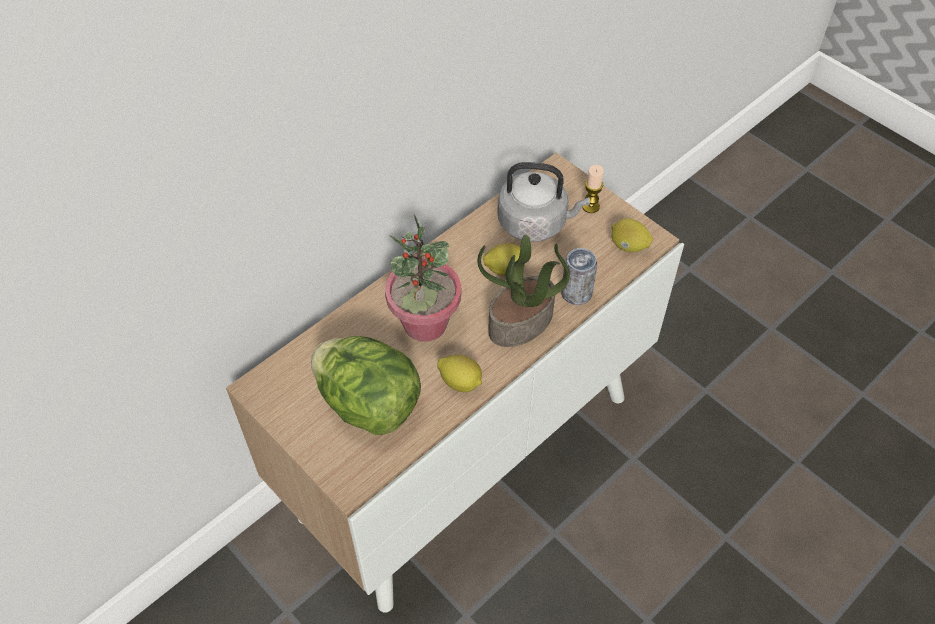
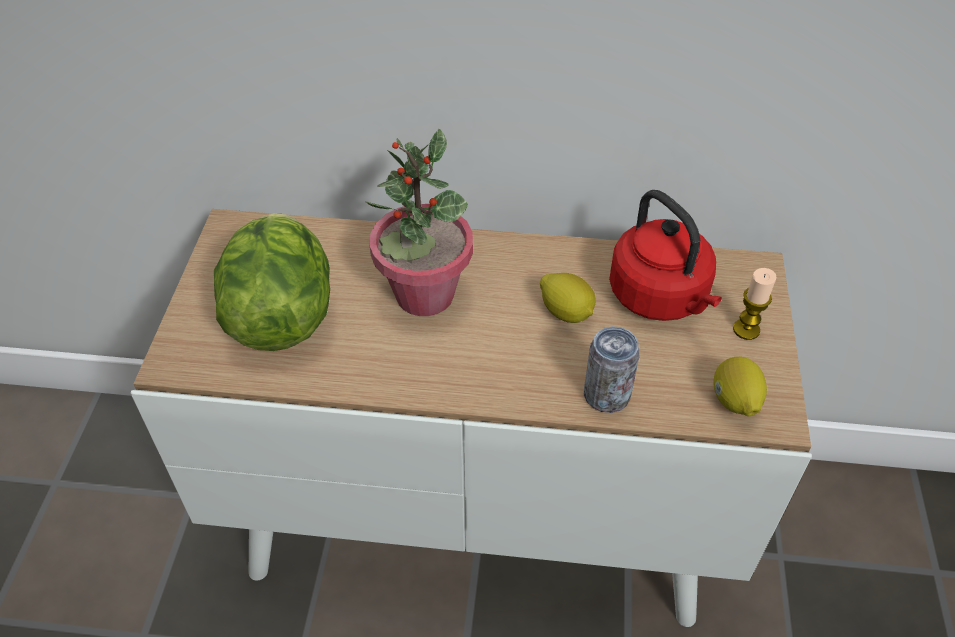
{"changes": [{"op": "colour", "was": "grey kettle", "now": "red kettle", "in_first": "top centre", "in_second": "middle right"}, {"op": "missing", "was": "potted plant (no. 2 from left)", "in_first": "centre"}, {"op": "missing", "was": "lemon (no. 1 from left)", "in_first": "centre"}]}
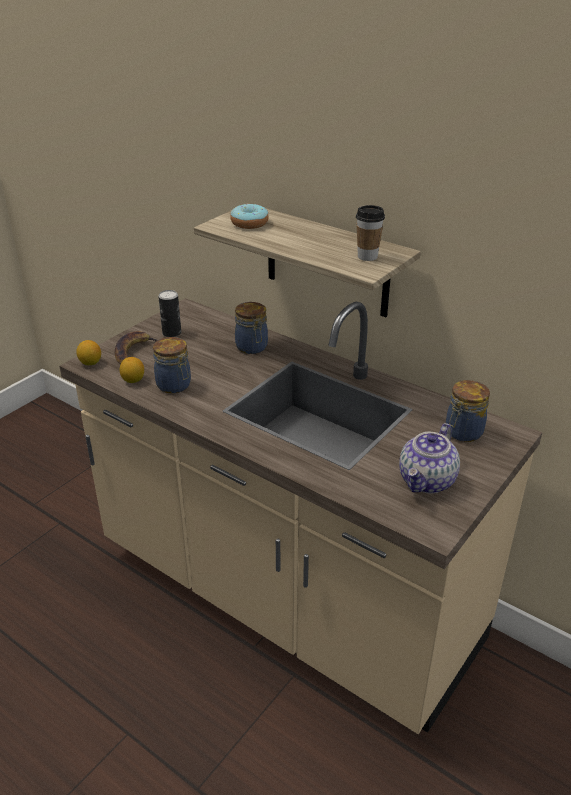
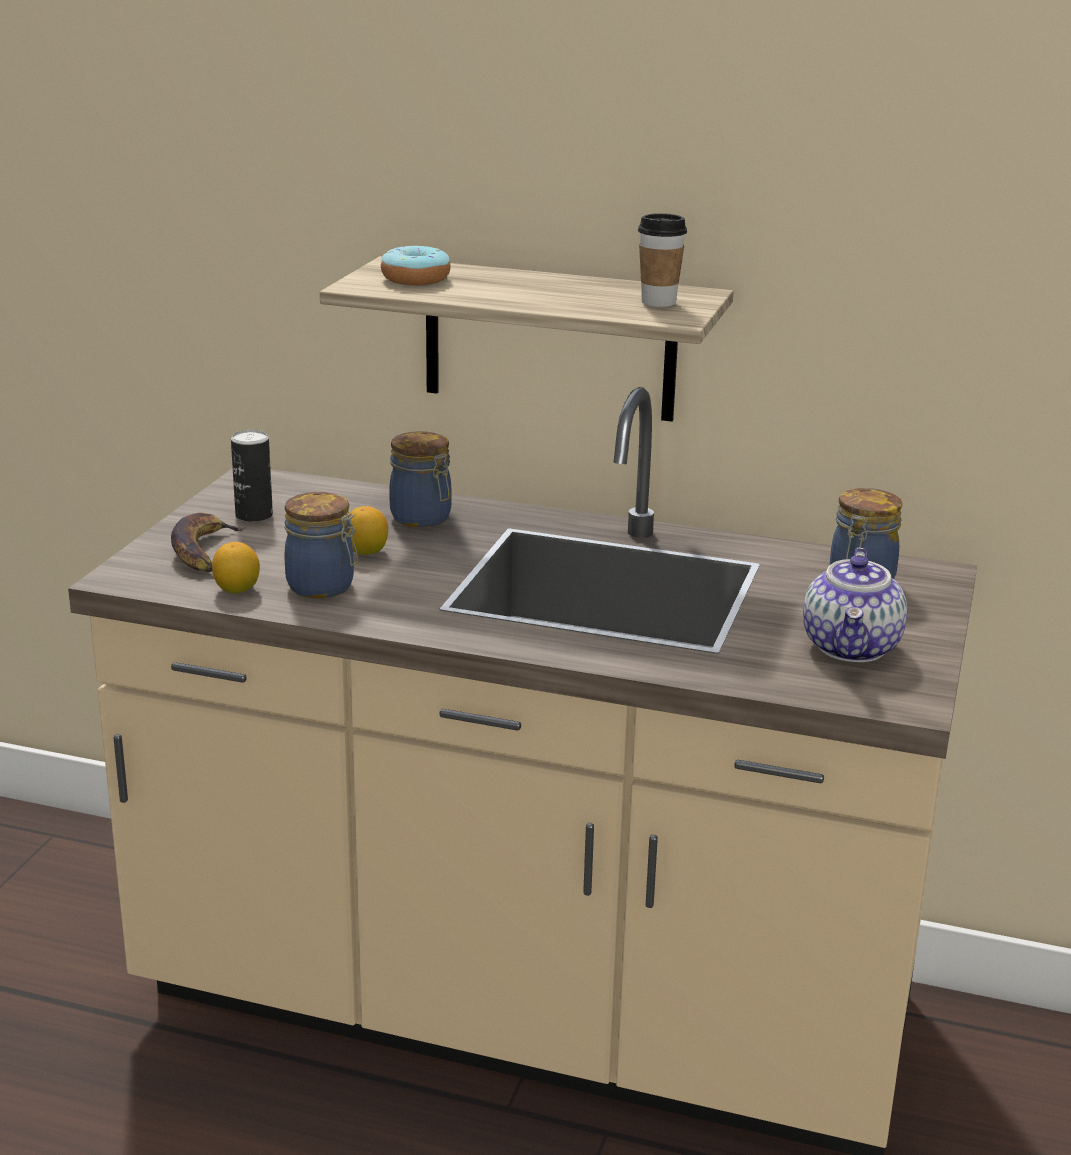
{"changes": [{"op": "relocated", "was": "lemon (no. 1 from left in the first image)", "now": "lemon (no. 2 from left)", "in_first": "middle left", "in_second": "centre"}]}
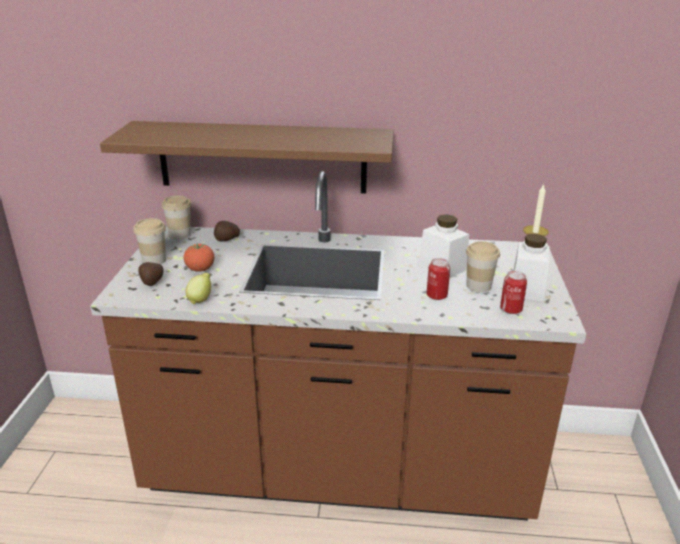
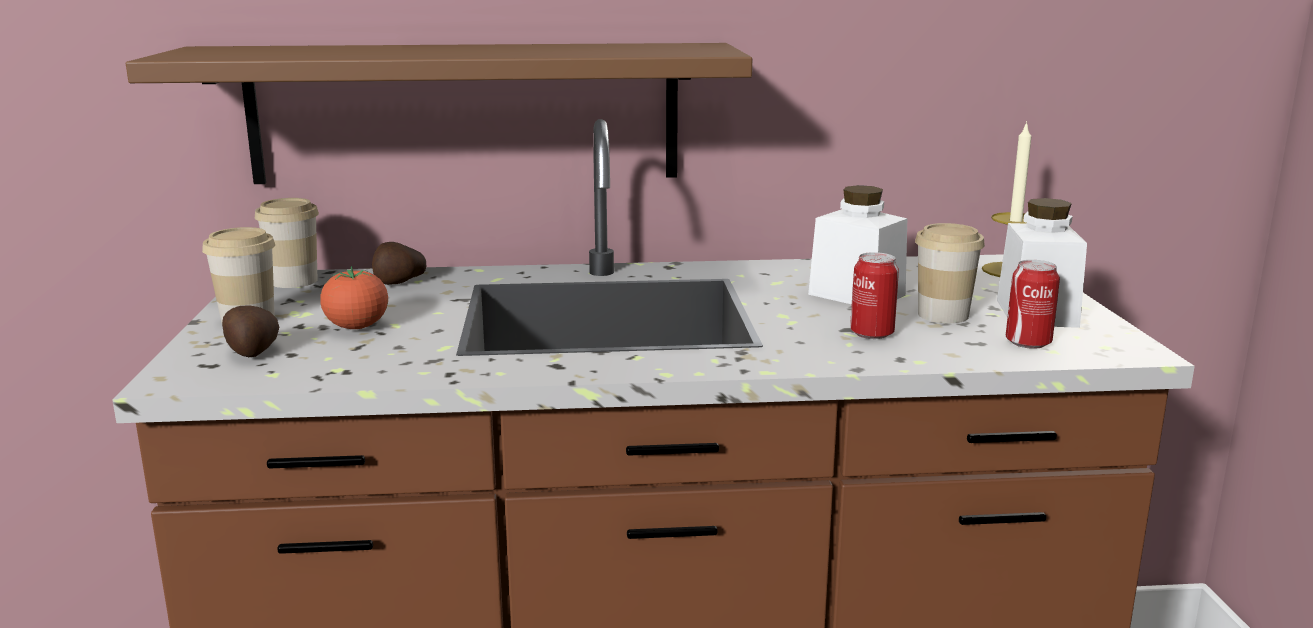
{"changes": [{"op": "missing", "was": "lemon", "in_first": "middle left"}]}
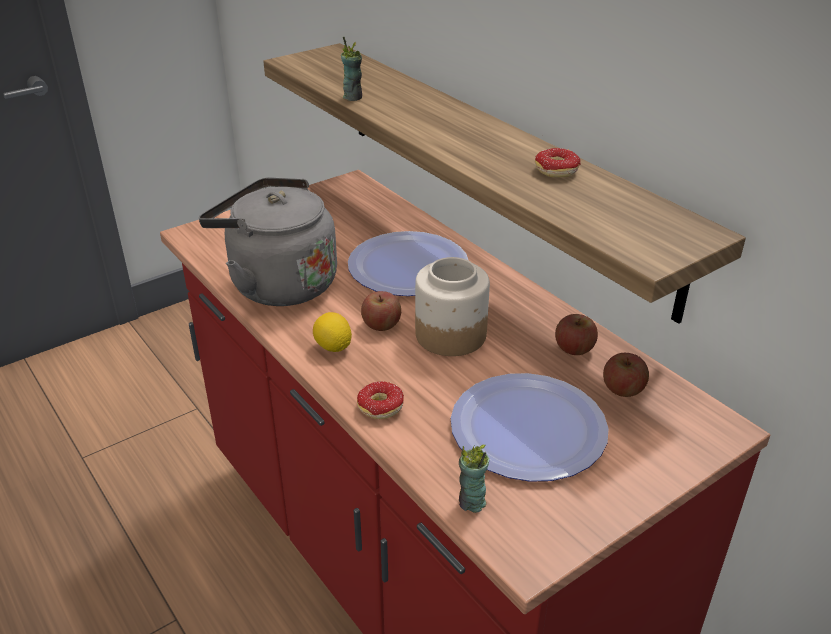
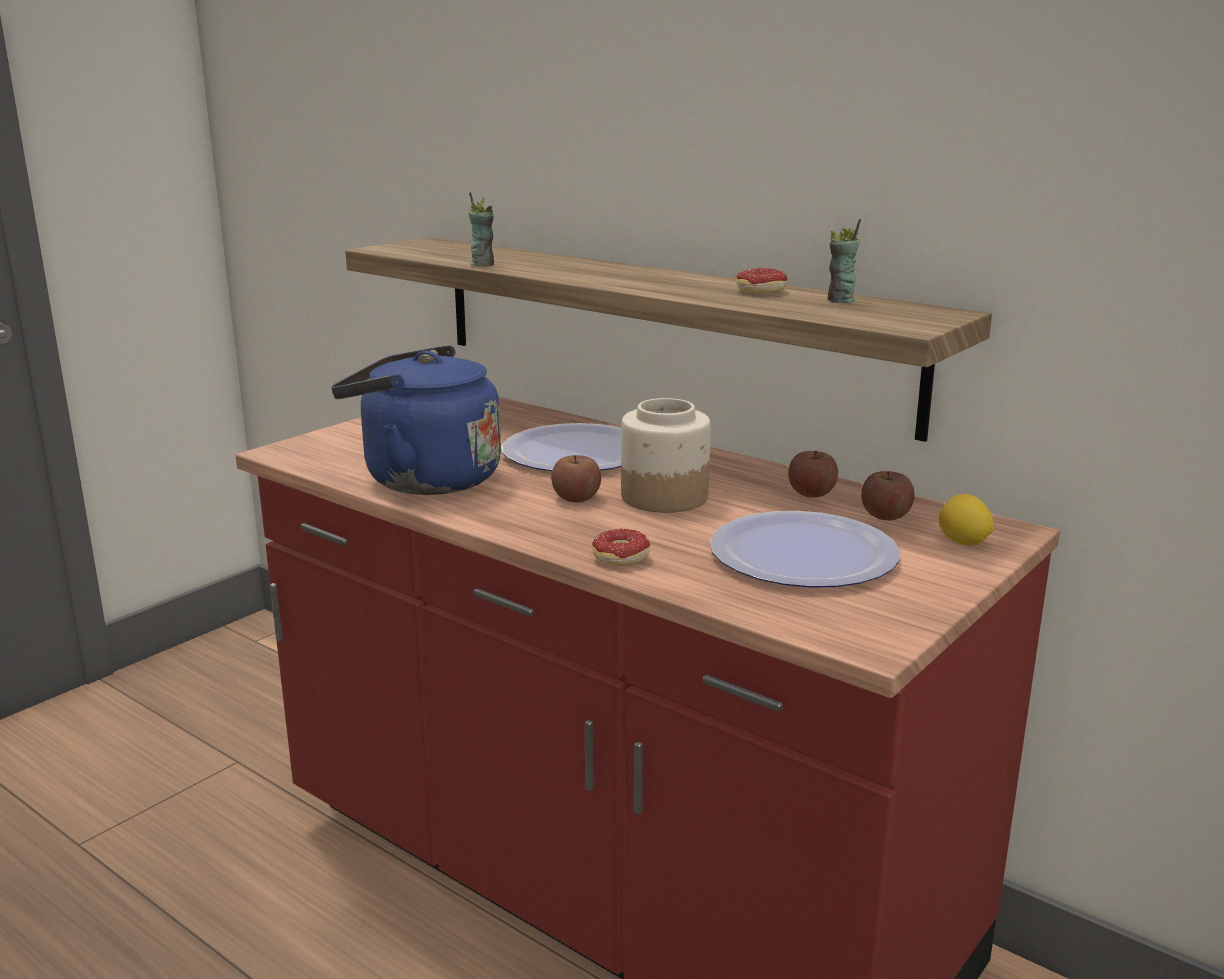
{"changes": [{"op": "colour", "was": "grey kettle", "now": "blue kettle", "in_first": "middle left", "in_second": "centre"}, {"op": "relocated", "was": "lemon", "in_first": "centre", "in_second": "middle right"}, {"op": "relocated", "was": "cup (no. 2 from left)", "in_first": "bottom centre", "in_second": "top right"}]}
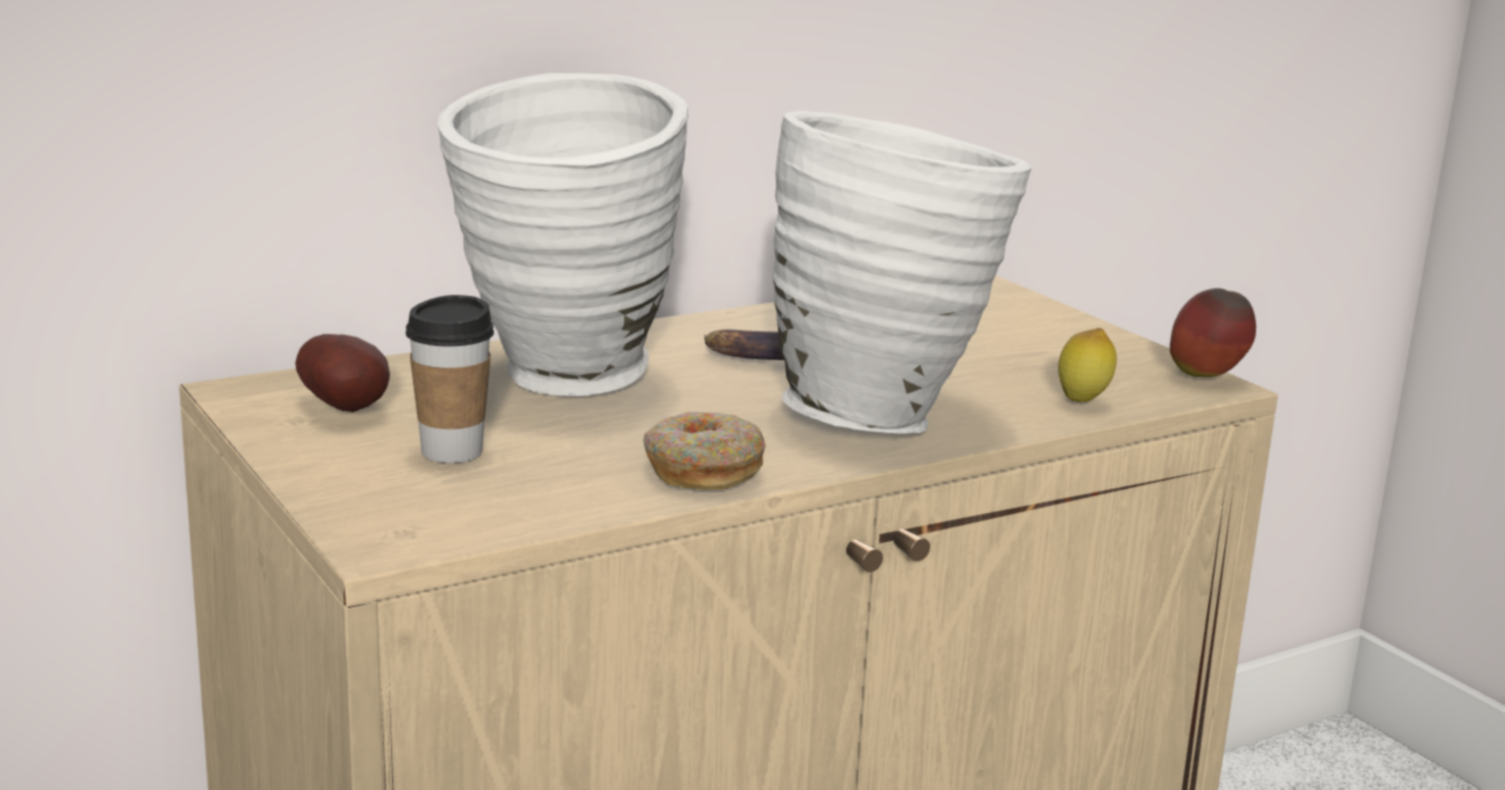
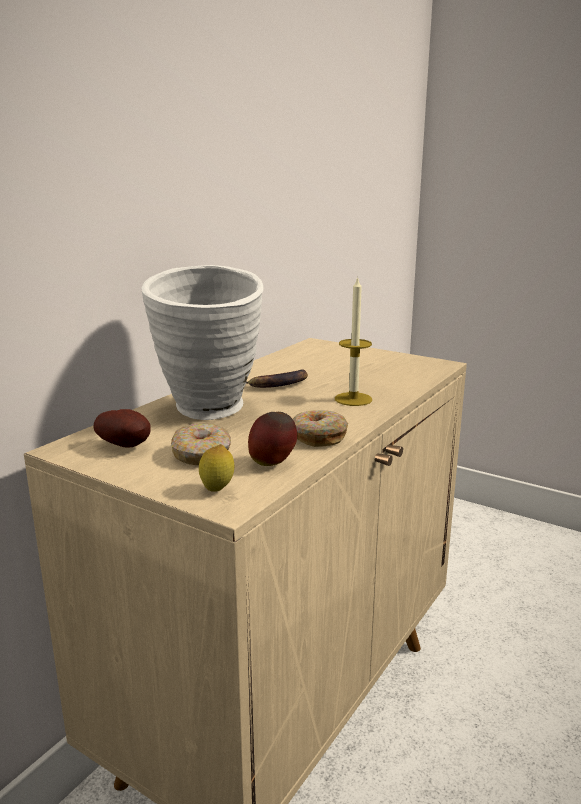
{"changes": [{"op": "exchanged", "was": "white vase (no. 2 from left)", "now": "candle", "in_first": "centre", "in_second": "centre"}, {"op": "relocated", "was": "apple", "in_first": "middle right", "in_second": "centre"}, {"op": "exchanged", "was": "cup", "now": "donut (no. 1 from left)", "in_first": "middle left", "in_second": "centre"}, {"op": "relocated", "was": "lemon", "in_first": "middle right", "in_second": "centre"}]}
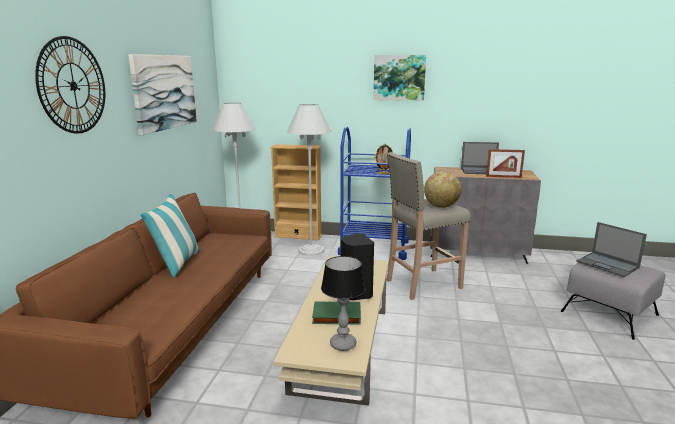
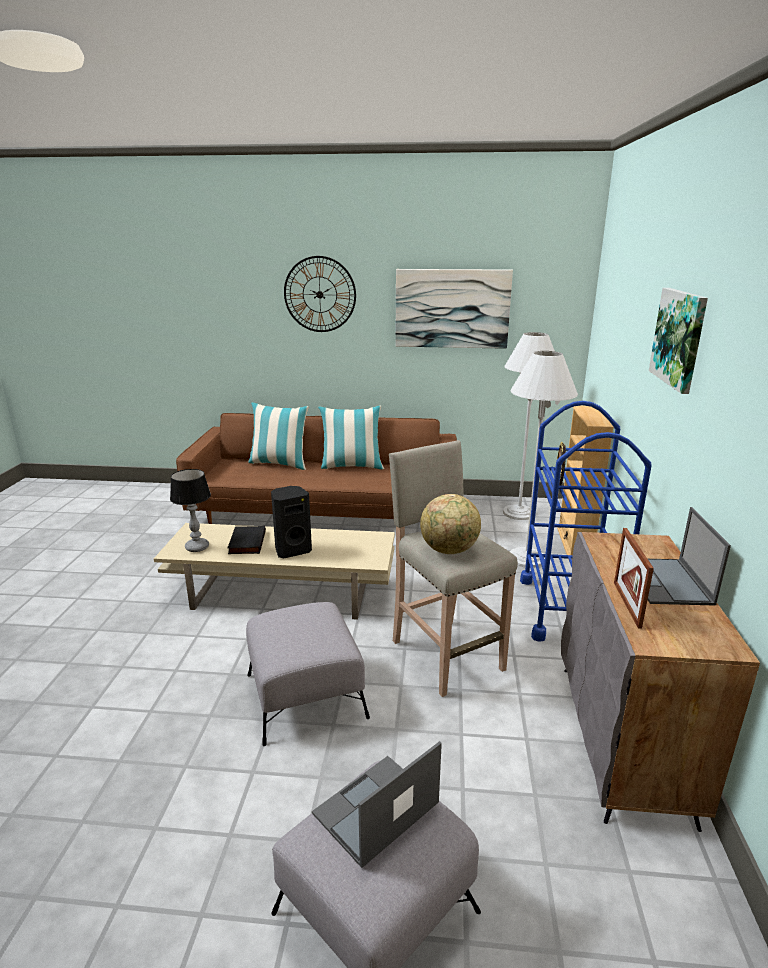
{"changes": [{"op": "colour", "was": "green book", "now": "black book", "in_first": "bottom centre", "in_second": "middle left"}, {"op": "appeared", "now": "pillow (no. 1 from left)", "in_second": "centre"}, {"op": "appeared", "now": "grey ottoman (no. 1 from left)", "in_second": "bottom centre"}]}
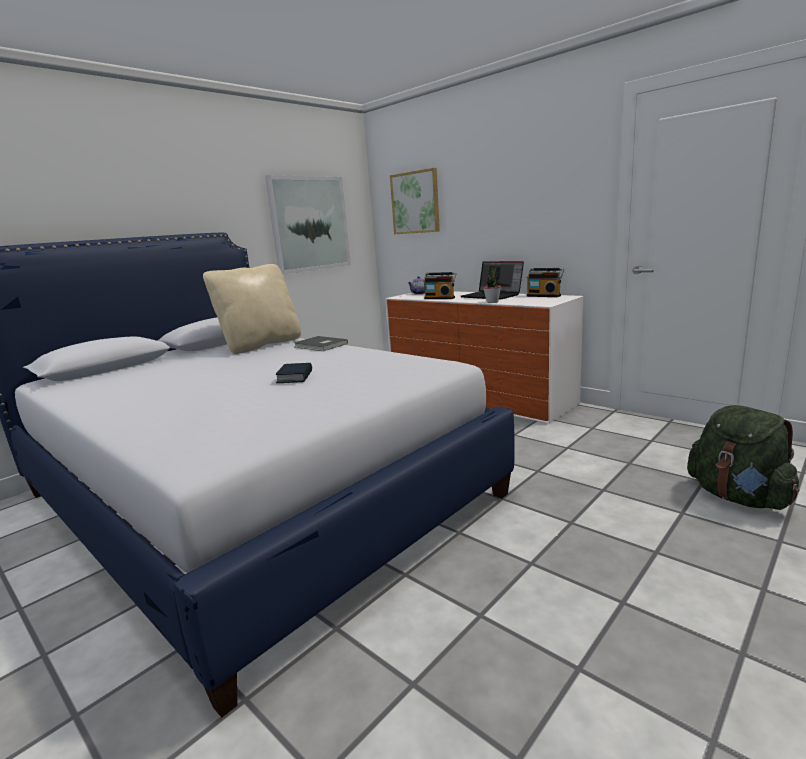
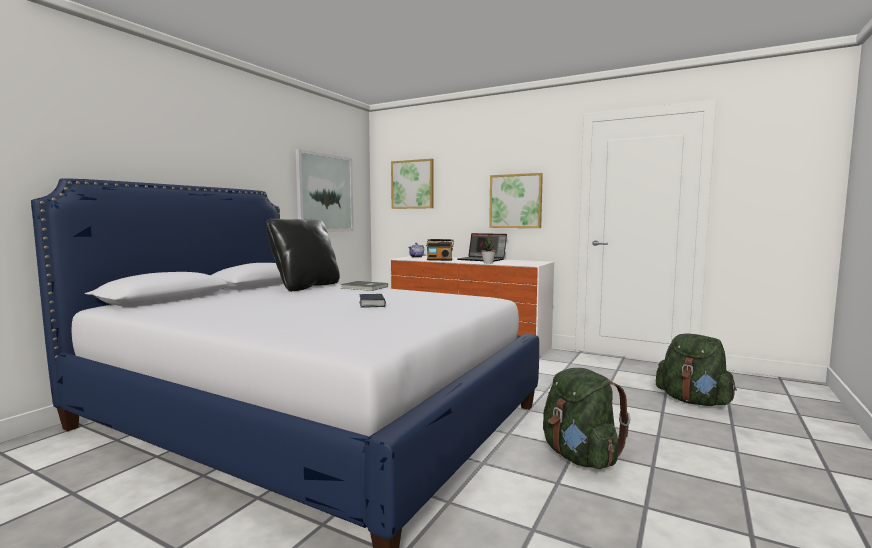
{"changes": [{"op": "colour", "was": "beige pillow", "now": "black pillow", "in_first": "middle left", "in_second": "centre"}, {"op": "missing", "was": "radio (no. 2 from left)", "in_first": "middle right"}, {"op": "appeared", "now": "picture (no. 3 from left)", "in_second": "centre"}, {"op": "appeared", "now": "green backpack (no. 1 from left)", "in_second": "bottom right"}]}
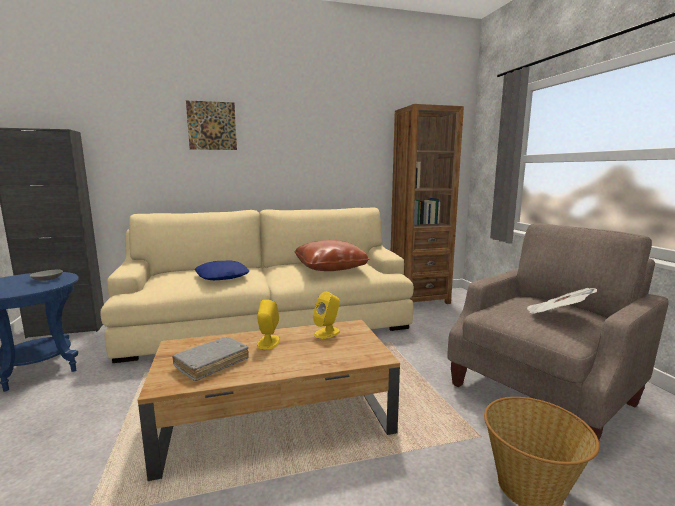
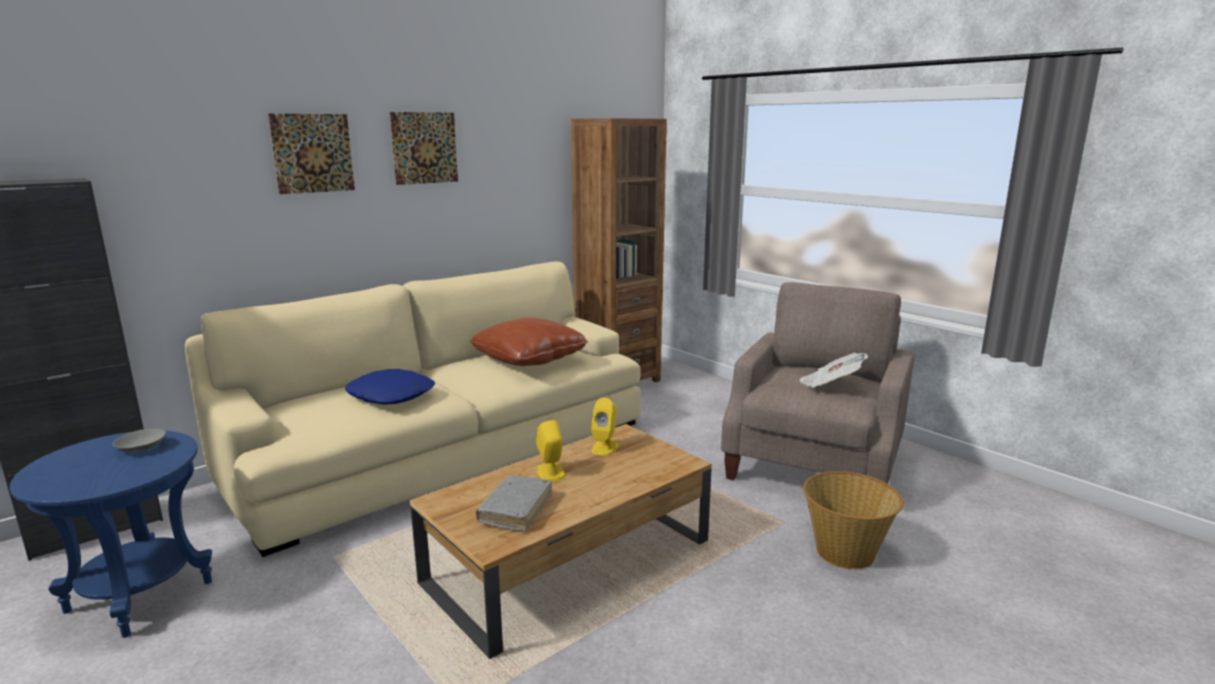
{"changes": [{"op": "appeared", "now": "picture (no. 2 from left)", "in_second": "top centre"}]}
